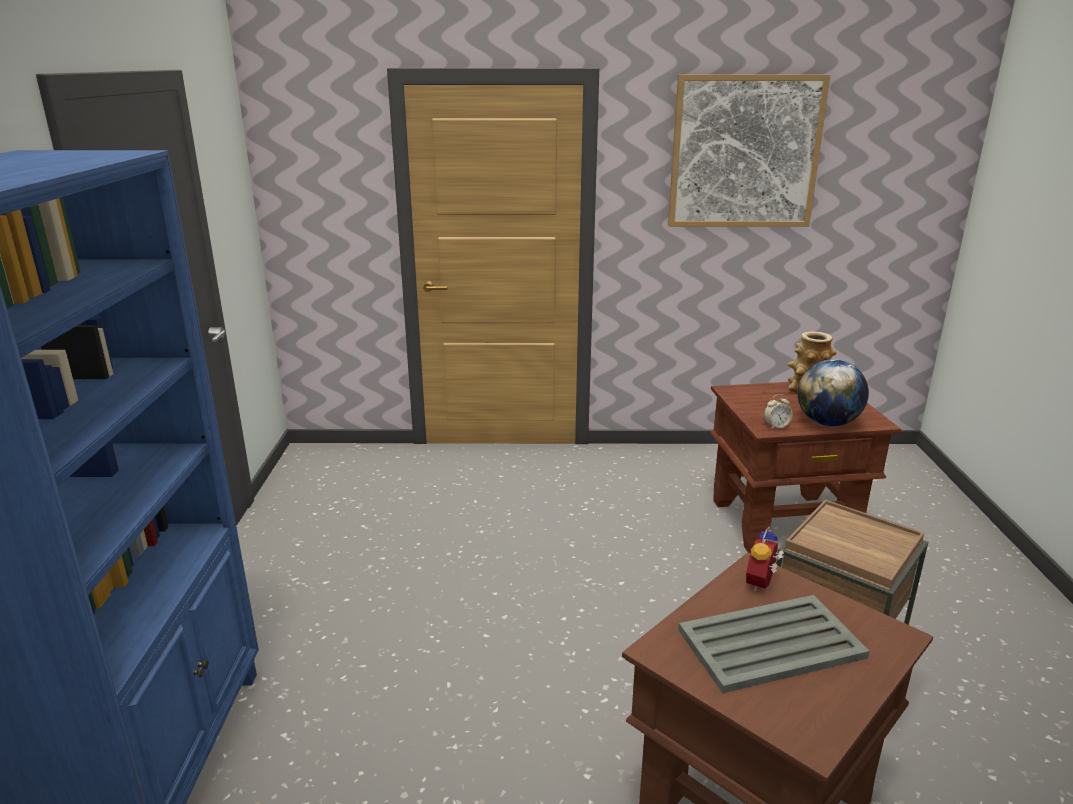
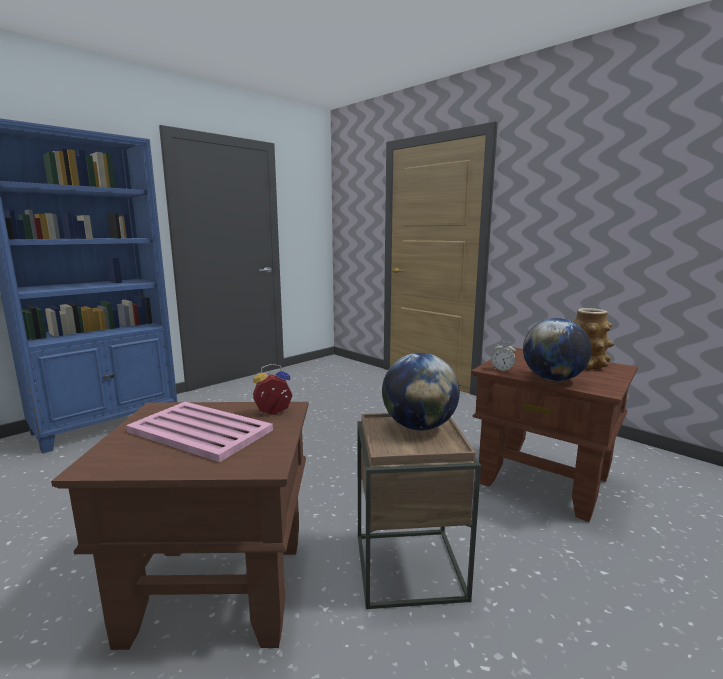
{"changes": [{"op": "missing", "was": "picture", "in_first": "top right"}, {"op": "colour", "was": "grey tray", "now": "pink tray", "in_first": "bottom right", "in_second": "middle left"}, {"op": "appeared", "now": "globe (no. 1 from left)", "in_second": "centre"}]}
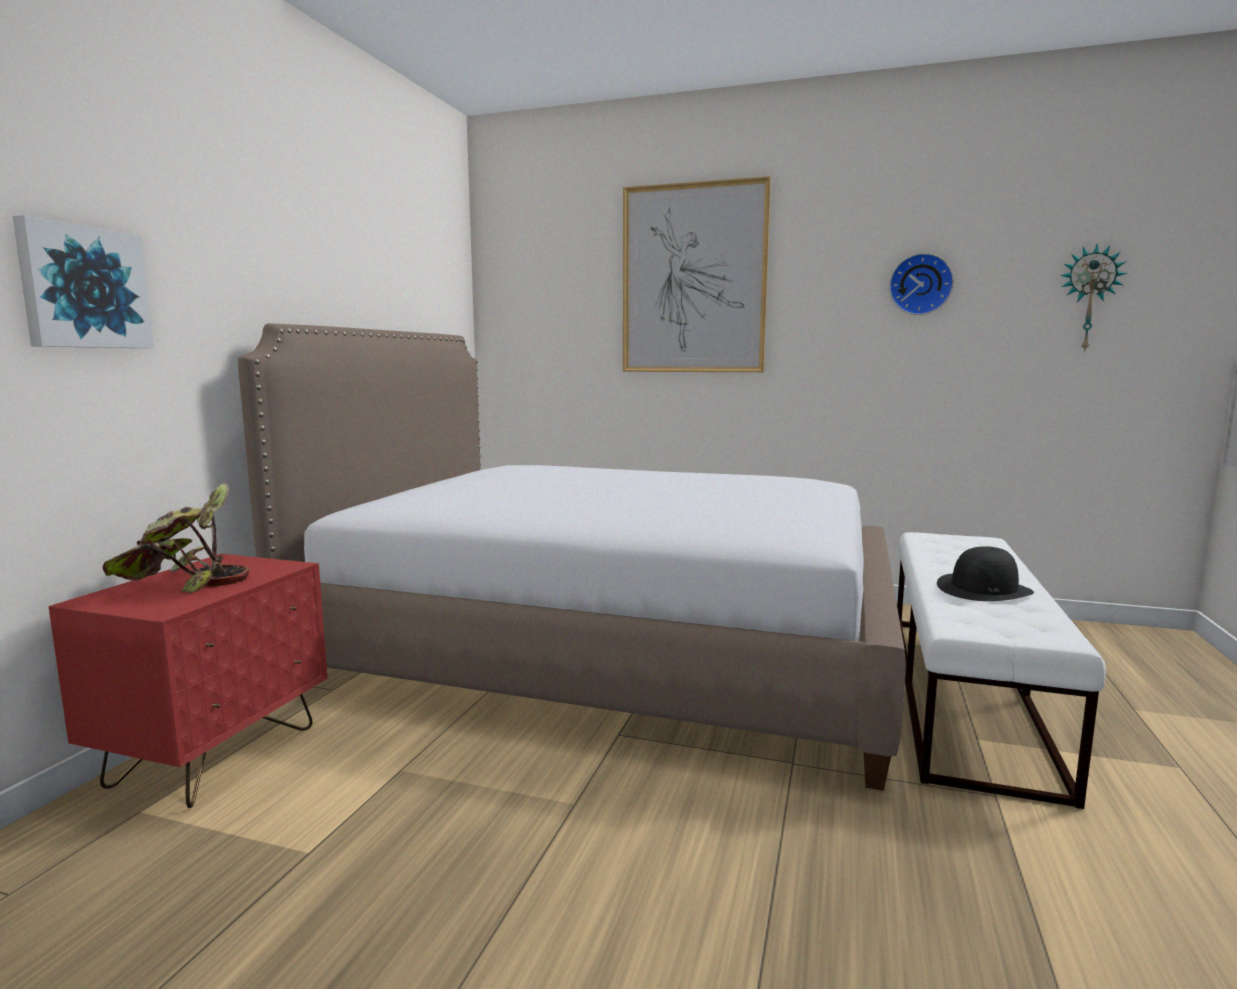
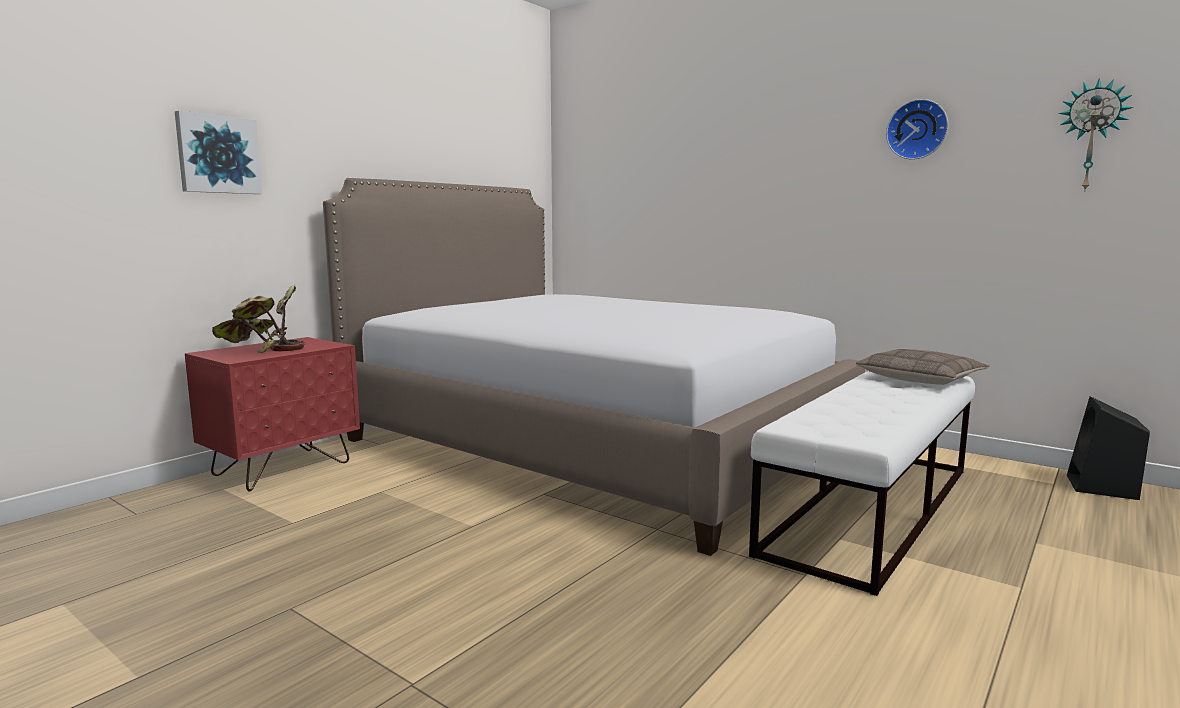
{"changes": [{"op": "missing", "was": "picture (no. 2 from left)", "in_first": "top centre"}, {"op": "missing", "was": "black hat", "in_first": "middle right"}, {"op": "appeared", "now": "pillow", "in_second": "middle right"}, {"op": "appeared", "now": "black speaker", "in_second": "middle right"}]}
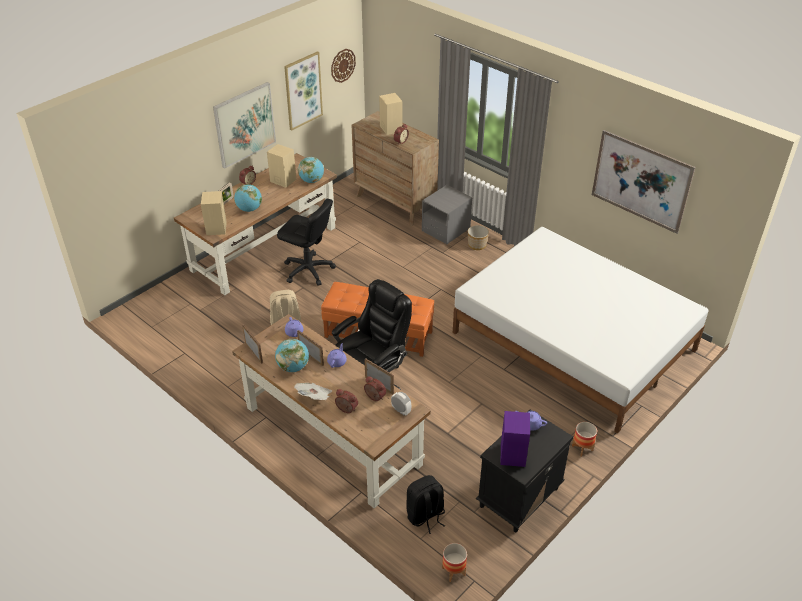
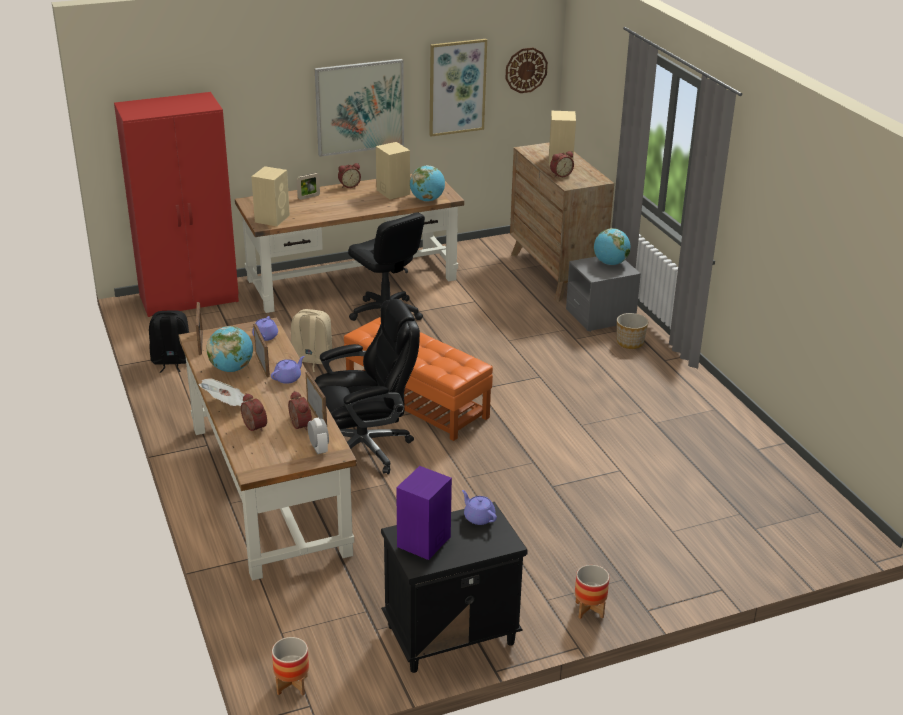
{"changes": [{"op": "missing", "was": "picture (no. 3 from left)", "in_first": "top right"}, {"op": "relocated", "was": "globe (no. 1 from left in the first image)", "now": "globe (no. 3 from left)", "in_first": "top left", "in_second": "middle right"}, {"op": "missing", "was": "white bed", "in_first": "middle right"}, {"op": "relocated", "was": "black backpack", "in_first": "bottom centre", "in_second": "middle left"}, {"op": "appeared", "now": "red wardrobe", "in_second": "top left"}]}
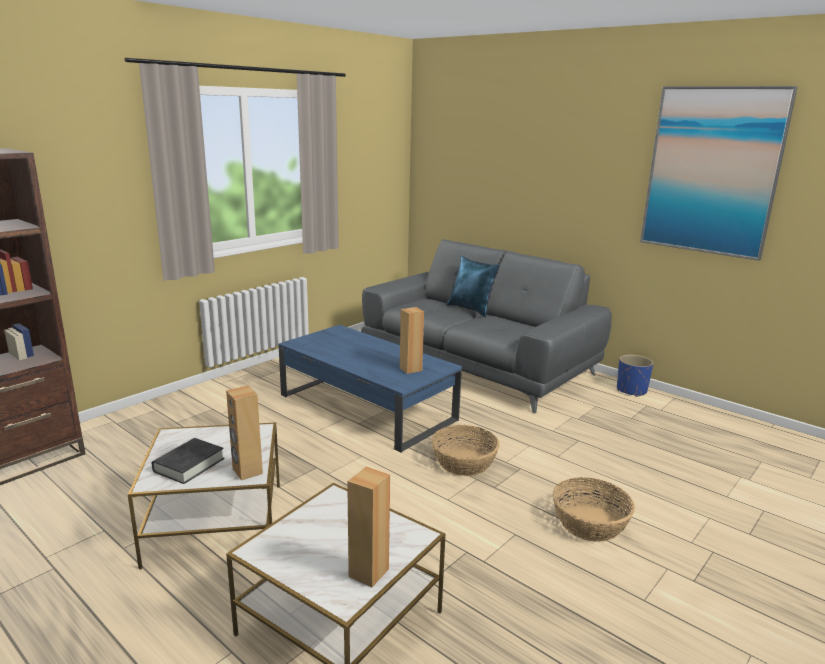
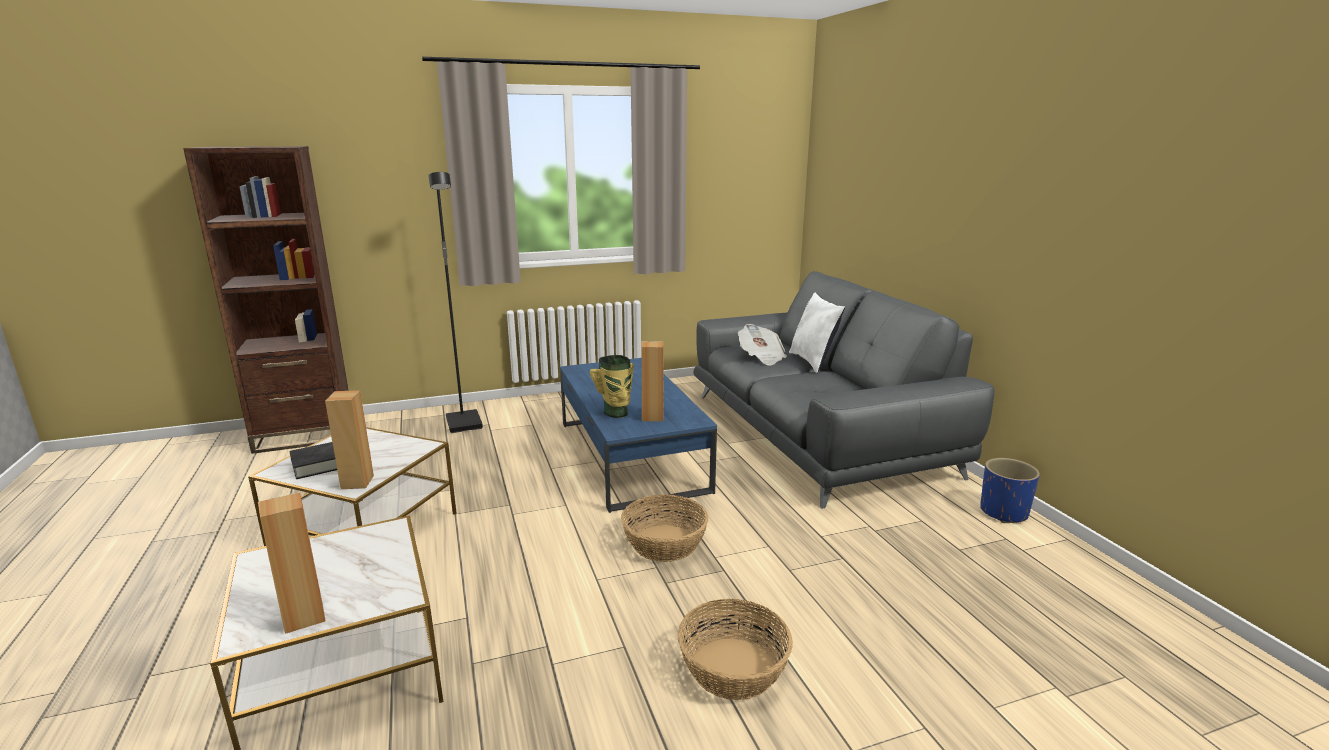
{"changes": [{"op": "missing", "was": "picture", "in_first": "top right"}, {"op": "colour", "was": "blue pillow", "now": "white pillow", "in_first": "centre", "in_second": "centre"}, {"op": "appeared", "now": "black floor lamp", "in_second": "centre"}, {"op": "appeared", "now": "newspaper", "in_second": "centre"}, {"op": "appeared", "now": "vase", "in_second": "centre"}]}
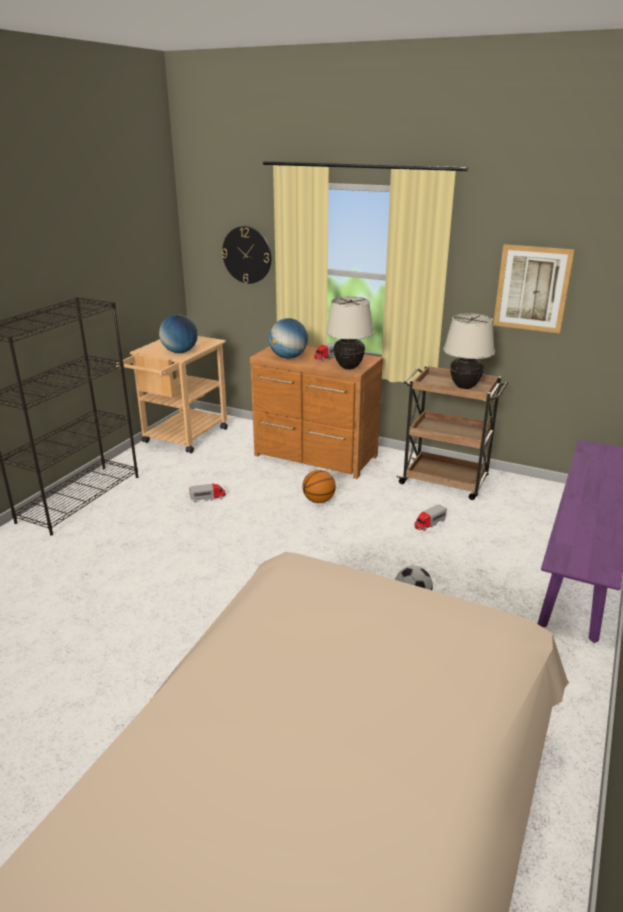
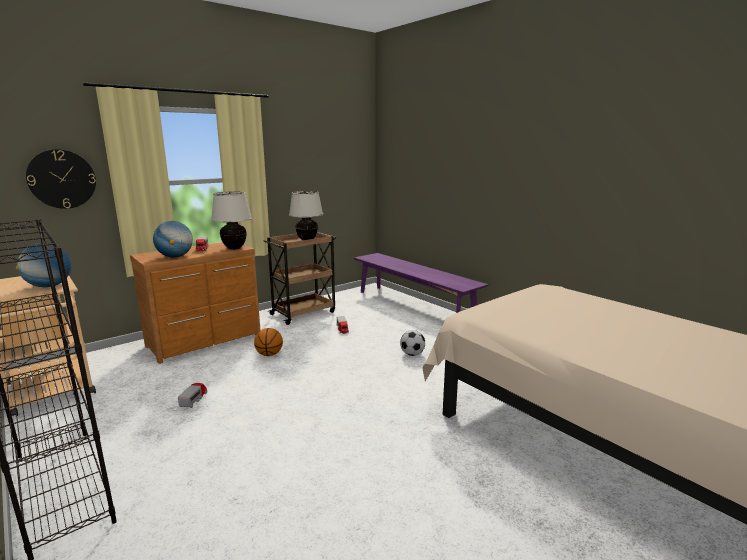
{"changes": [{"op": "missing", "was": "picture", "in_first": "top right"}]}
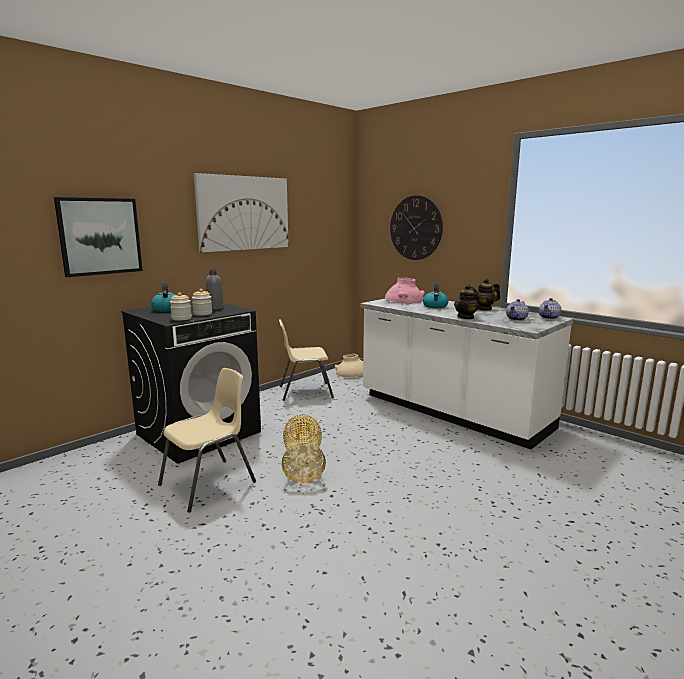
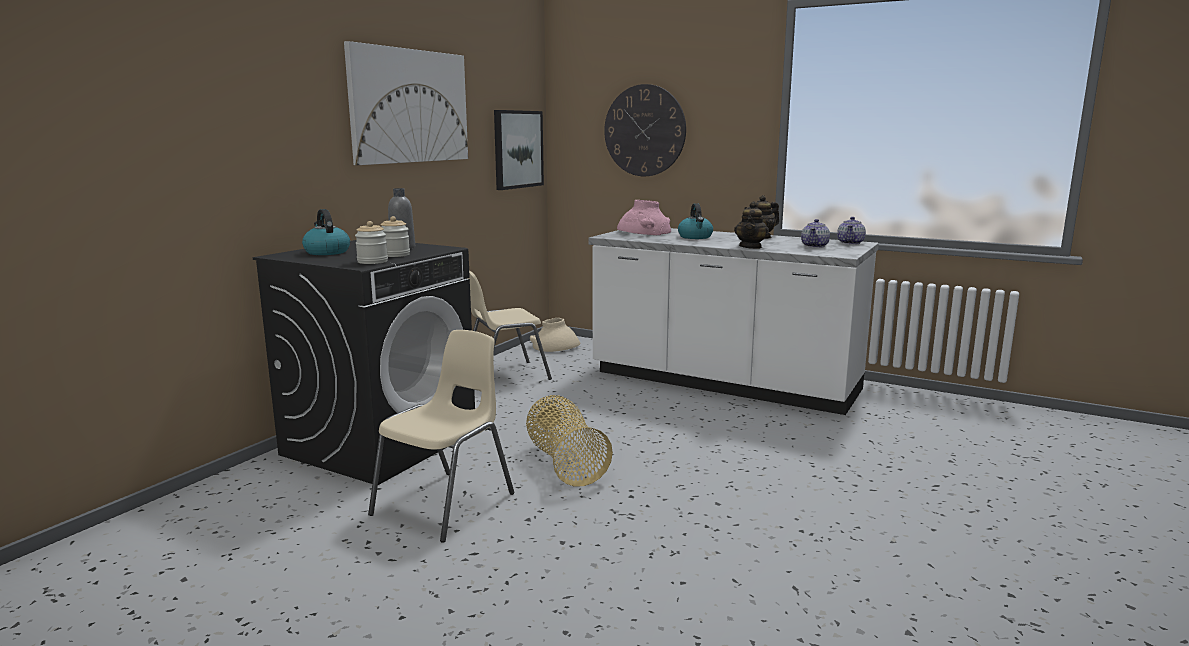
{"changes": [{"op": "relocated", "was": "picture (no. 1 from left in the first image)", "now": "picture (no. 2 from left)", "in_first": "middle left", "in_second": "top centre"}]}
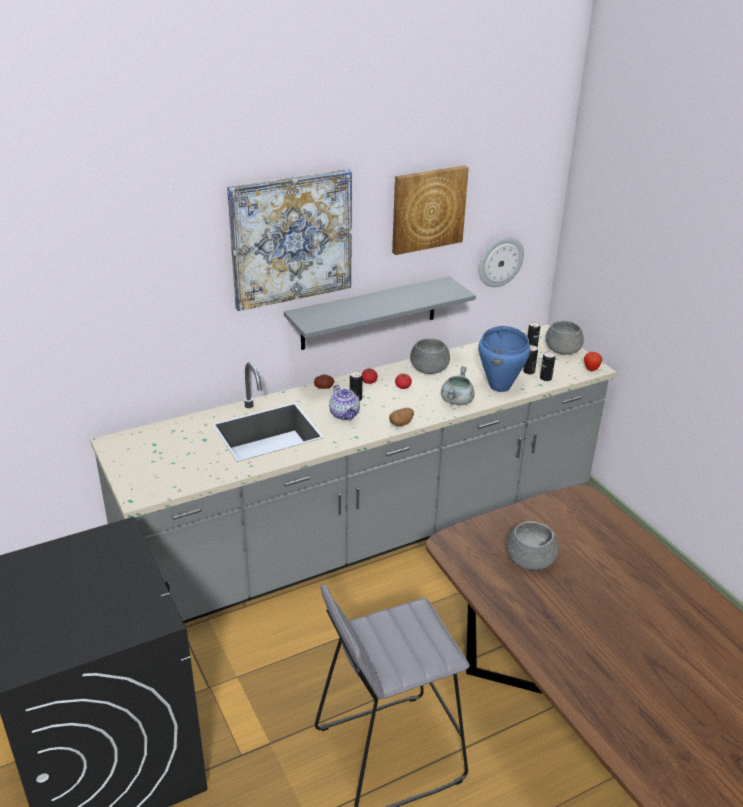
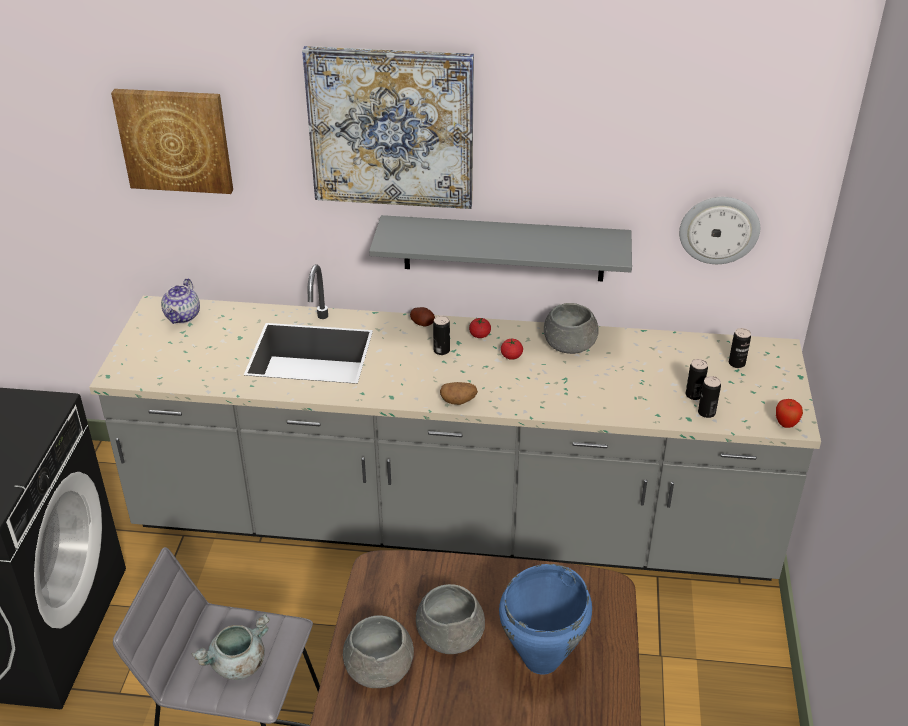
{"changes": [{"op": "relocated", "was": "picture (no. 2 from left in the first image)", "now": "picture (no. 1 from left)", "in_first": "top centre", "in_second": "top left"}, {"op": "relocated", "was": "grey bowl (no. 3 from left in the first image)", "now": "grey bowl (no. 1 from left)", "in_first": "middle right", "in_second": "bottom centre"}, {"op": "relocated", "was": "blue cooking pot", "in_first": "middle right", "in_second": "bottom centre"}, {"op": "relocated", "was": "grey cooking pot", "in_first": "centre", "in_second": "bottom left"}, {"op": "relocated", "was": "teapot", "in_first": "centre", "in_second": "middle left"}]}
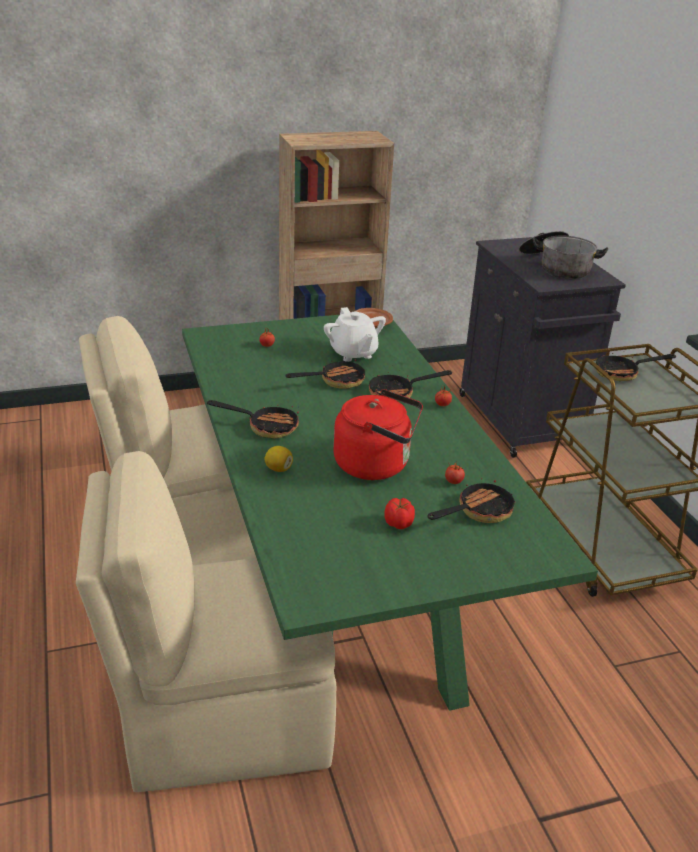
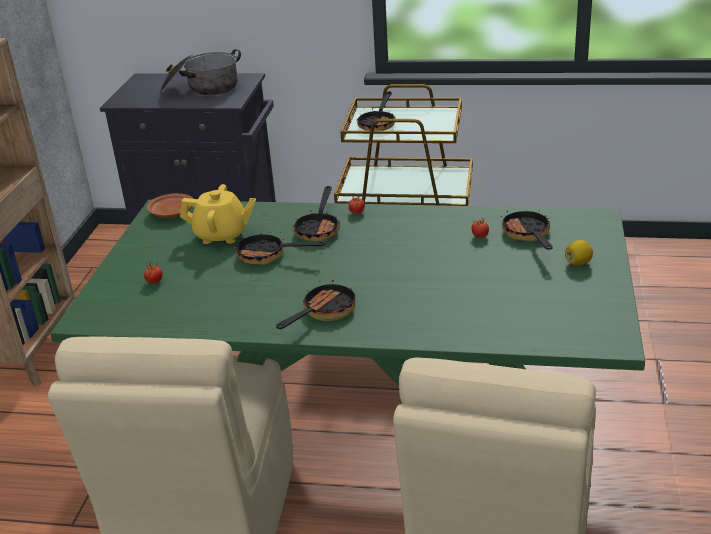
{"changes": [{"op": "colour", "was": "white teapot", "now": "yellow teapot", "in_first": "centre", "in_second": "middle left"}, {"op": "spun", "was": "frying pan (no. 2 from left in the first image)", "in_first": "centre", "in_second": "centre", "clockwise": -75}, {"op": "missing", "was": "red kettle", "in_first": "centre"}, {"op": "relocated", "was": "lemon", "in_first": "centre", "in_second": "middle right"}, {"op": "missing", "was": "tomato (no. 2 from left)", "in_first": "centre"}]}
